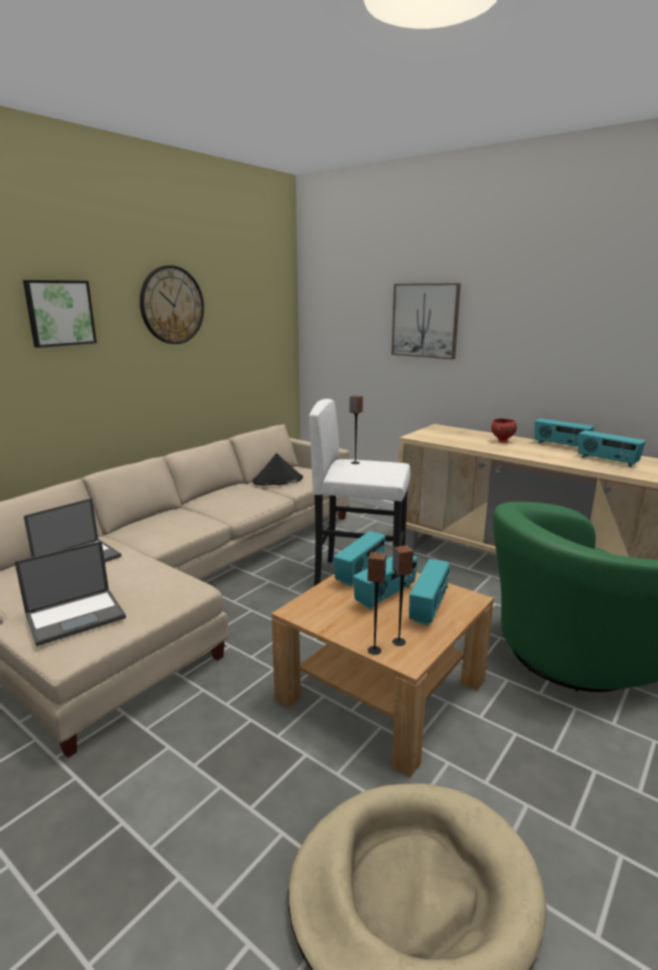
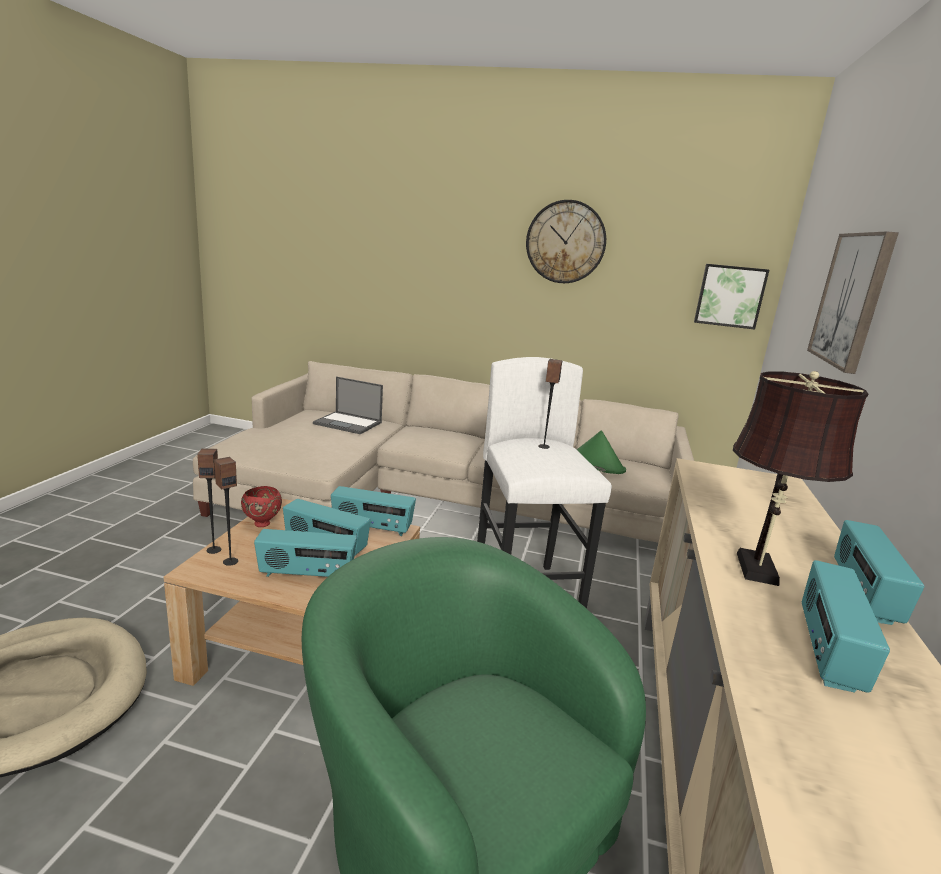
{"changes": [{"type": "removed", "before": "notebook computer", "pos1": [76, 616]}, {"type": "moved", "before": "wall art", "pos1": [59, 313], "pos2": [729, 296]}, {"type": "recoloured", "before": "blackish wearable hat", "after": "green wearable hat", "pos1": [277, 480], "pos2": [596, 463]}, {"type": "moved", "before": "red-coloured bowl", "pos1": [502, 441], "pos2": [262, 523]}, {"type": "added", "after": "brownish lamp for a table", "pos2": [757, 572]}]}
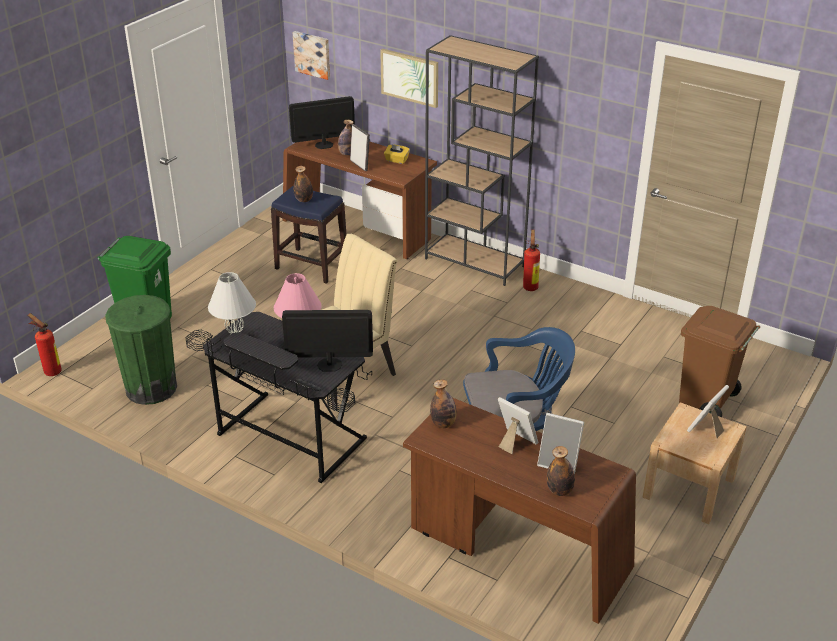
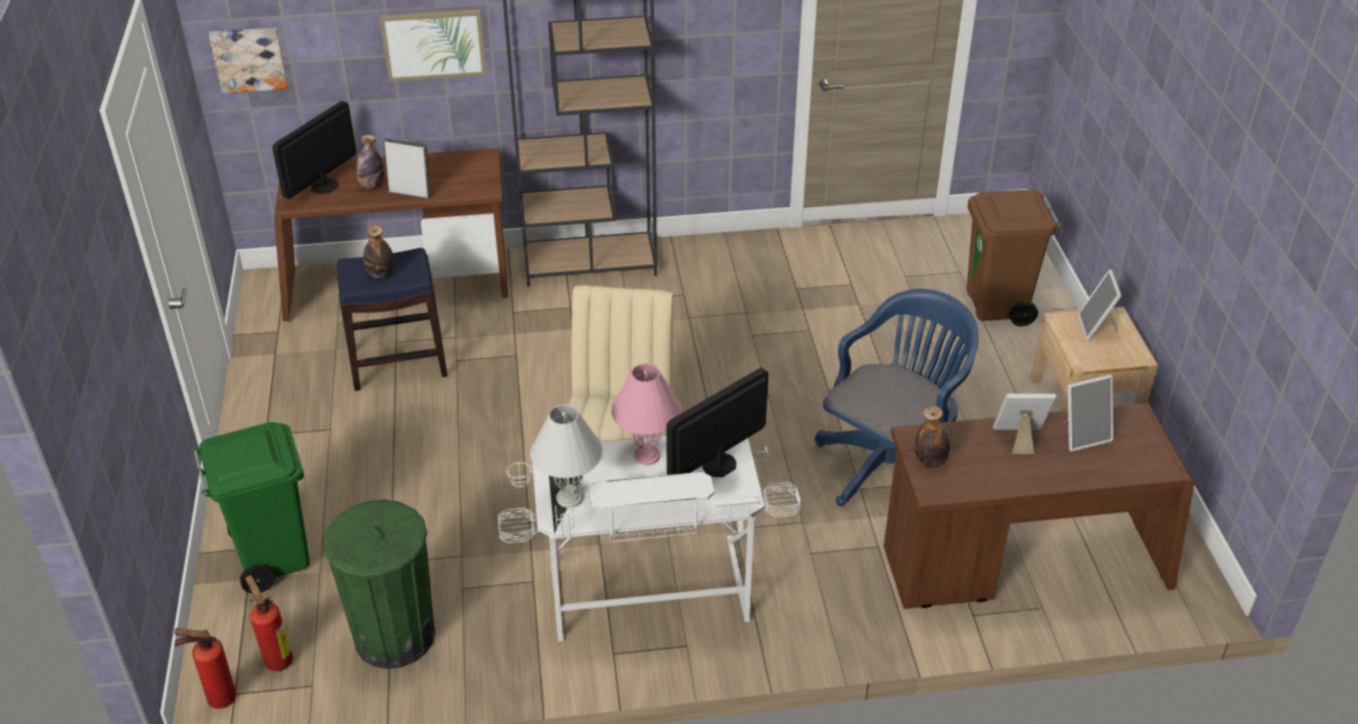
{"changes": [{"type": "recoloured", "before": "blackish desk", "after": "whitish desk", "pos1": [288, 439], "pos2": [648, 593]}, {"type": "removed", "before": "yellowish tissue holder", "pos1": [396, 160]}, {"type": "moved", "before": "extinguisher", "pos1": [530, 286], "pos2": [277, 659]}, {"type": "removed", "before": "bottle", "pos1": [559, 490]}]}
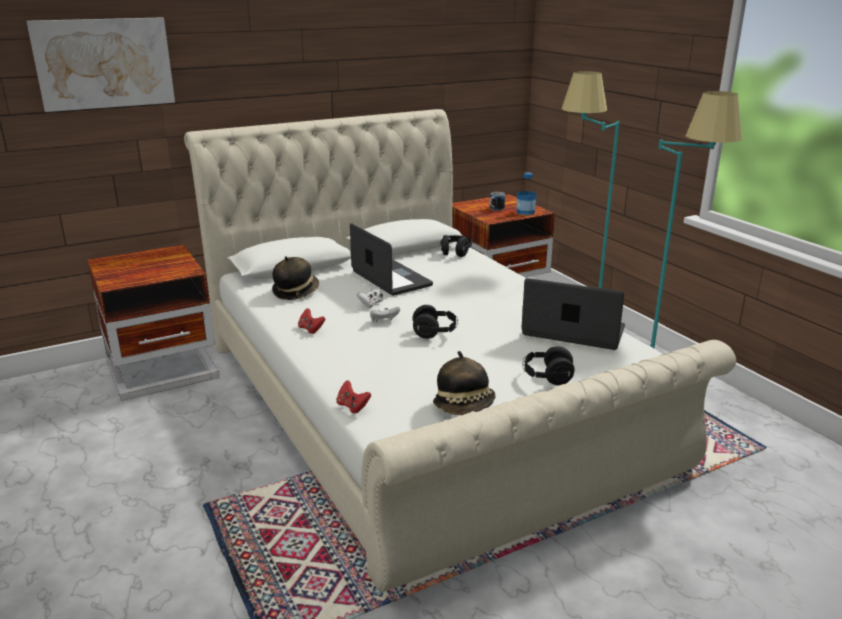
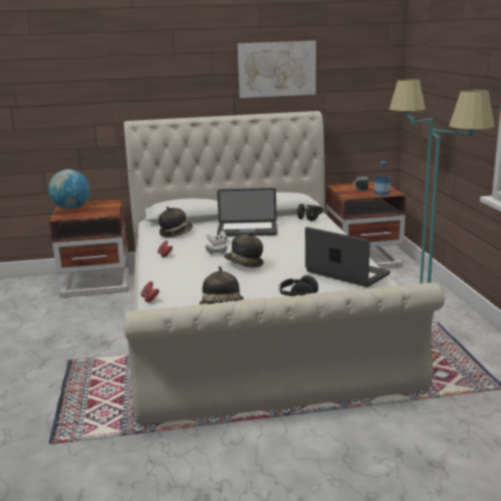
{"changes": [{"type": "moved", "before": "wall art", "pos1": [104, 63], "pos2": [276, 69]}, {"type": "turned", "before": "notebook computer", "pos1": [391, 279], "pos2": [247, 230], "turn": 105}, {"type": "replaced", "before": "blackish headset", "after": "wearable hat", "pos1": [435, 333], "pos2": [244, 264]}, {"type": "added", "after": "globe", "pos2": [71, 208]}]}
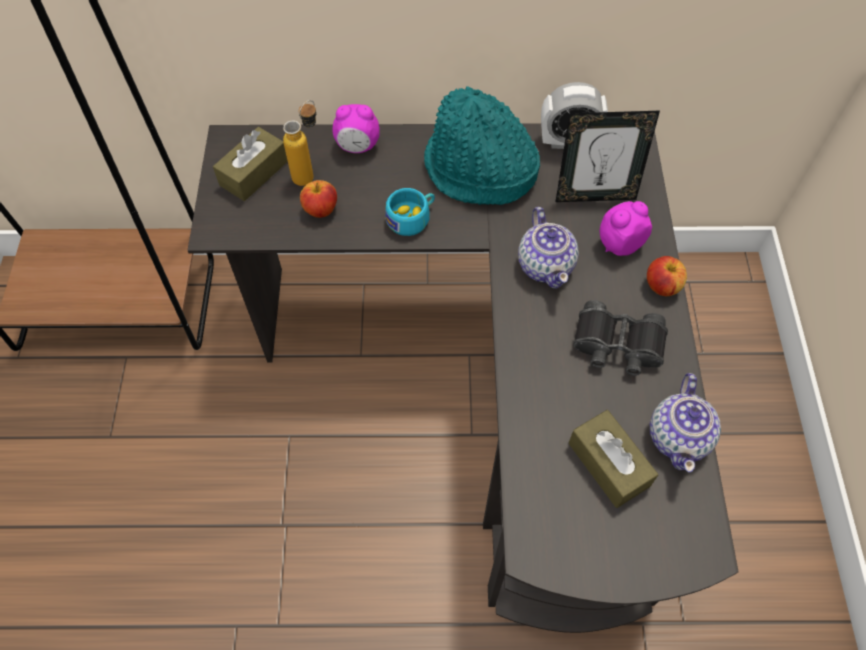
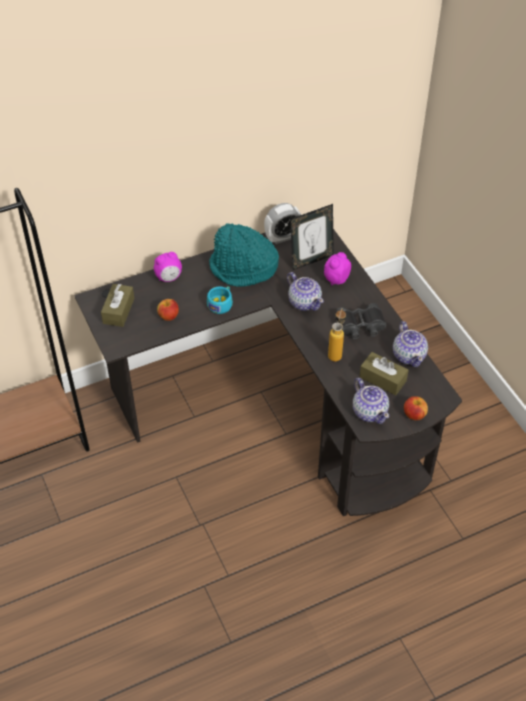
{"changes": [{"type": "moved", "before": "bottle", "pos1": [309, 173], "pos2": [336, 352]}, {"type": "moved", "before": "apple", "pos1": [661, 286], "pos2": [414, 415]}, {"type": "added", "after": "pot for tea", "pos2": [369, 411]}]}
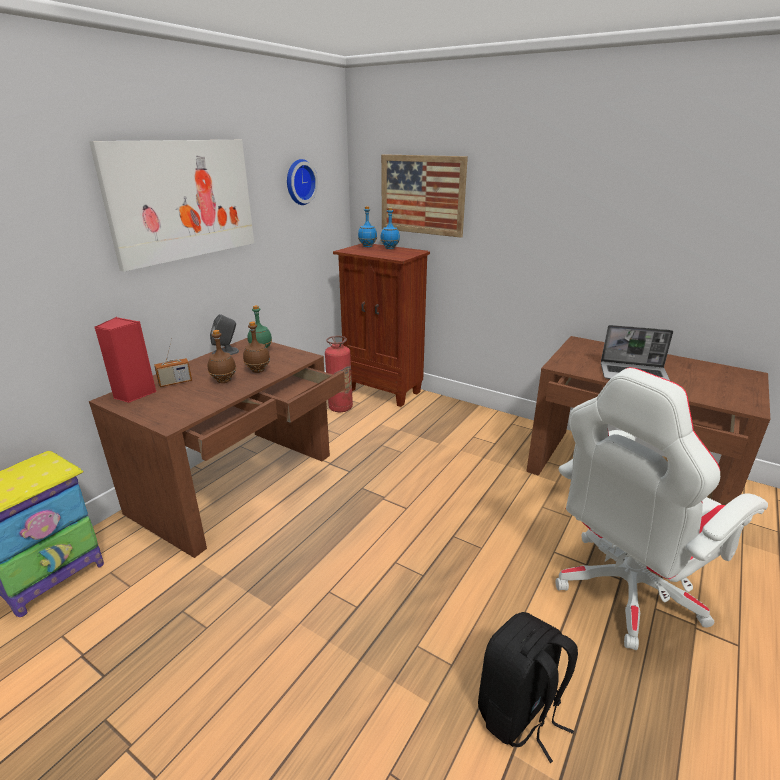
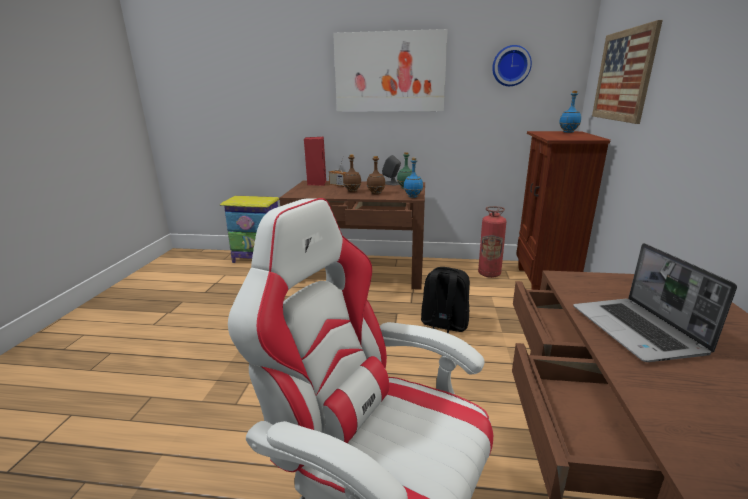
{"changes": [{"type": "moved", "before": "blue-coloured bottle", "pos1": [390, 248], "pos2": [413, 197]}, {"type": "moved", "before": "blackish rucksack", "pos1": [520, 713], "pos2": [443, 326]}]}
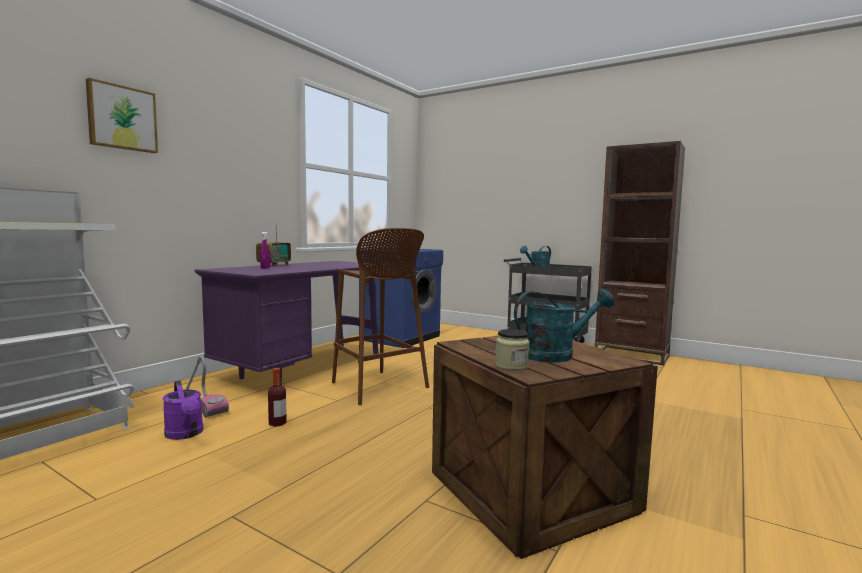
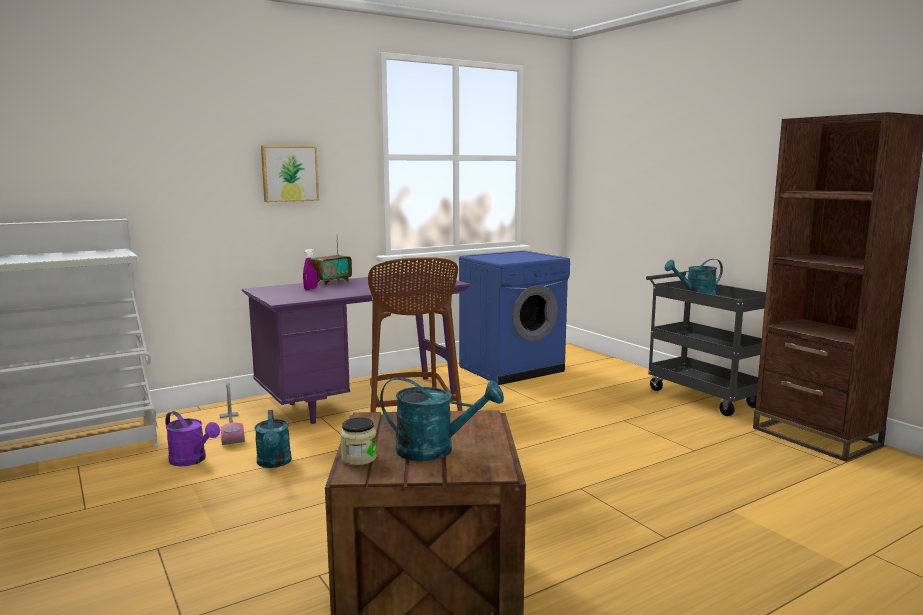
{"changes": [{"type": "moved", "before": "wall art", "pos1": [122, 118], "pos2": [289, 173]}, {"type": "turned", "before": "purple watering can", "pos1": [185, 434], "pos2": [192, 460], "turn": -45}, {"type": "replaced", "before": "bottle", "after": "turquoise-coloured watering can", "pos1": [277, 423], "pos2": [274, 463]}]}
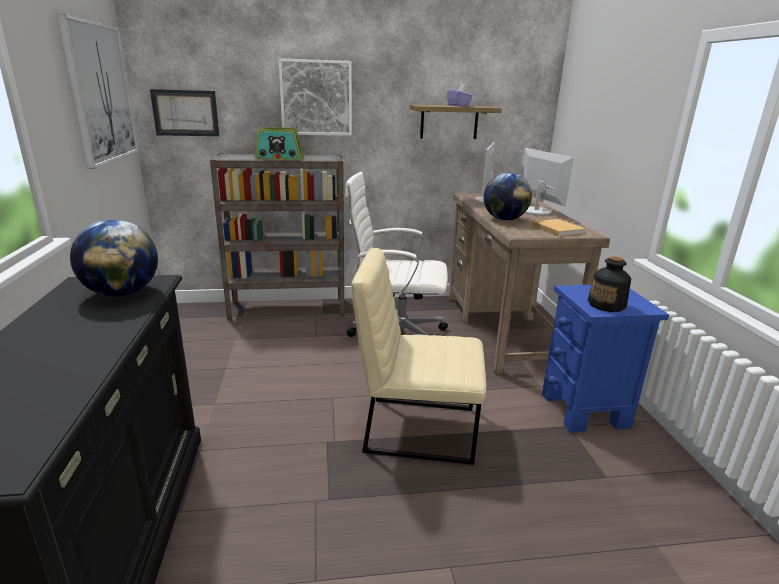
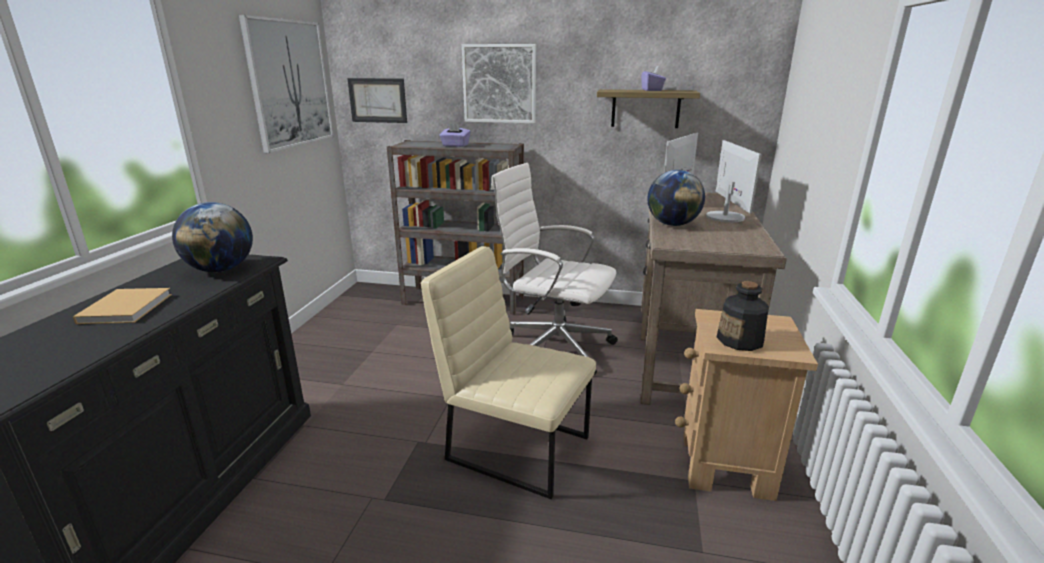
{"changes": [{"type": "replaced", "before": "radio set", "after": "purple tissue holder", "pos1": [279, 157], "pos2": [455, 145]}, {"type": "moved", "before": "beige volume", "pos1": [556, 229], "pos2": [127, 307]}, {"type": "recoloured", "before": "blue-coloured night table", "after": "beige night table", "pos1": [583, 411], "pos2": [724, 466]}]}
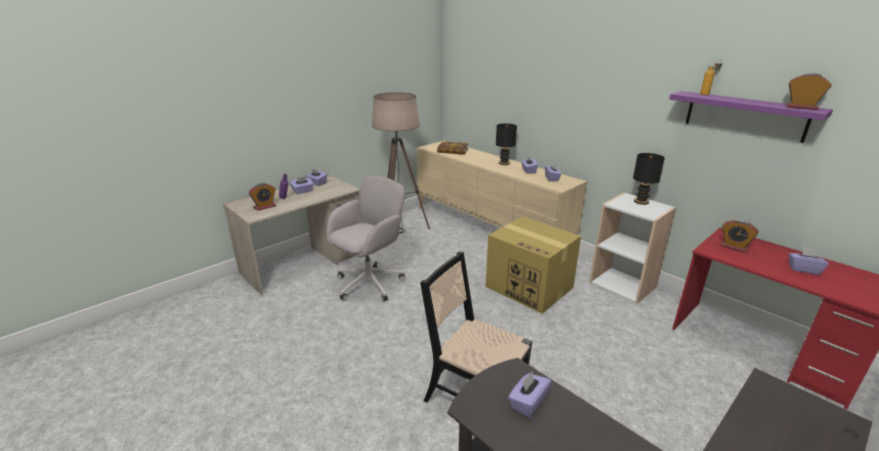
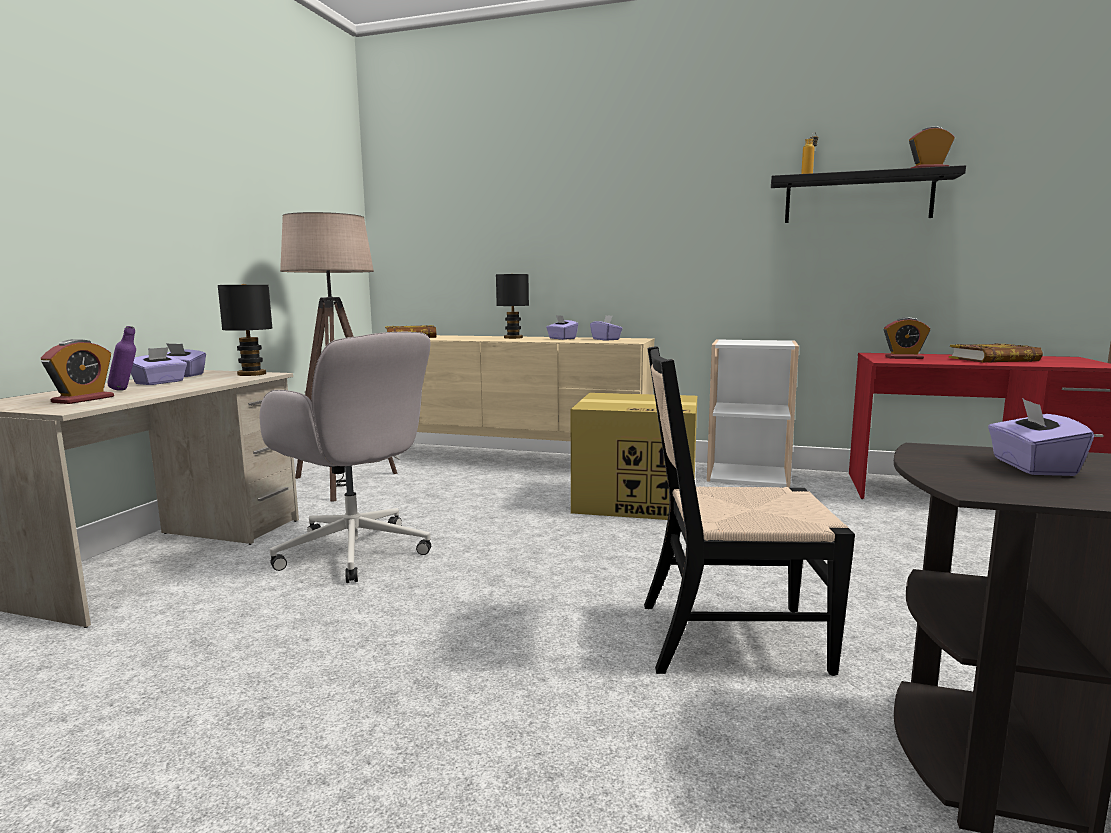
{"changes": [{"type": "turned", "before": "greyish desk chair", "pos1": [370, 284], "pos2": [355, 553], "turn": 120}, {"type": "moved", "before": "blackish lamp for a table", "pos1": [640, 201], "pos2": [251, 374]}, {"type": "recoloured", "before": "purple bracket shelf", "after": "blackish bracket shelf", "pos1": [745, 116], "pos2": [858, 198]}, {"type": "replaced", "before": "purple tissue holder", "after": "volume", "pos1": [803, 269], "pos2": [994, 359]}]}
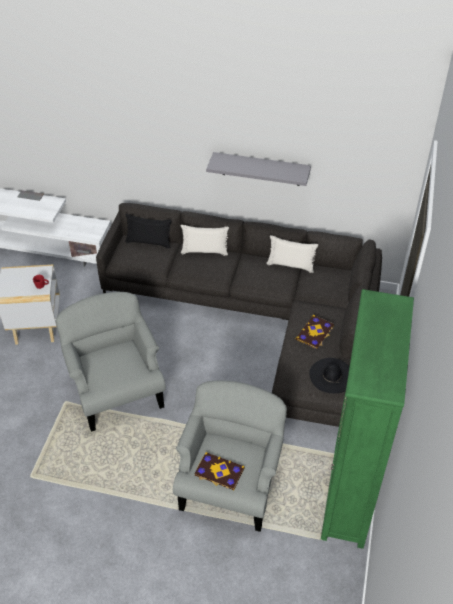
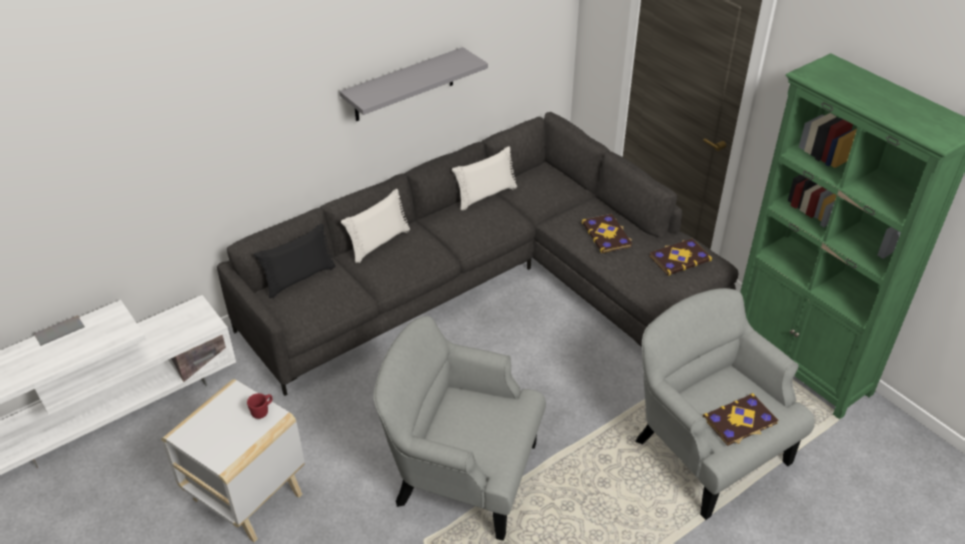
{"changes": [{"type": "replaced", "before": "blackish wearable hat", "after": "volume", "pos1": [331, 375], "pos2": [679, 258]}]}
